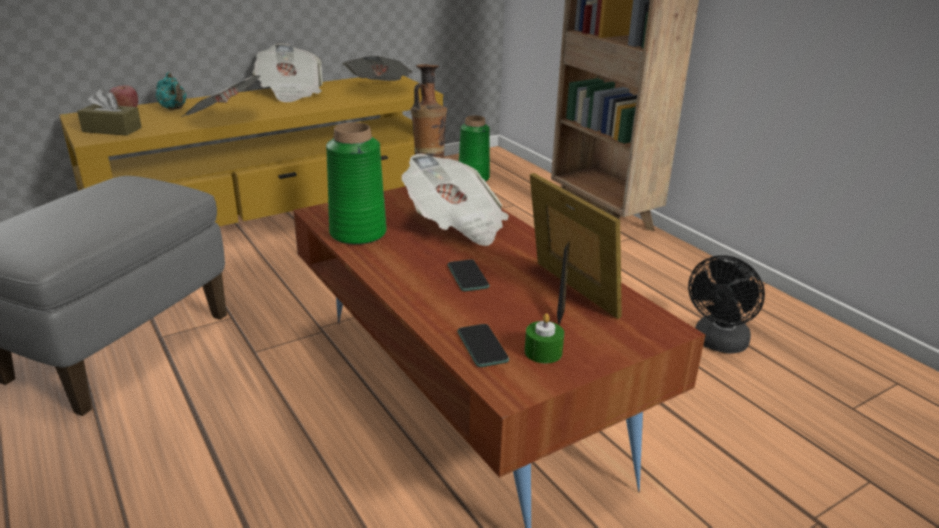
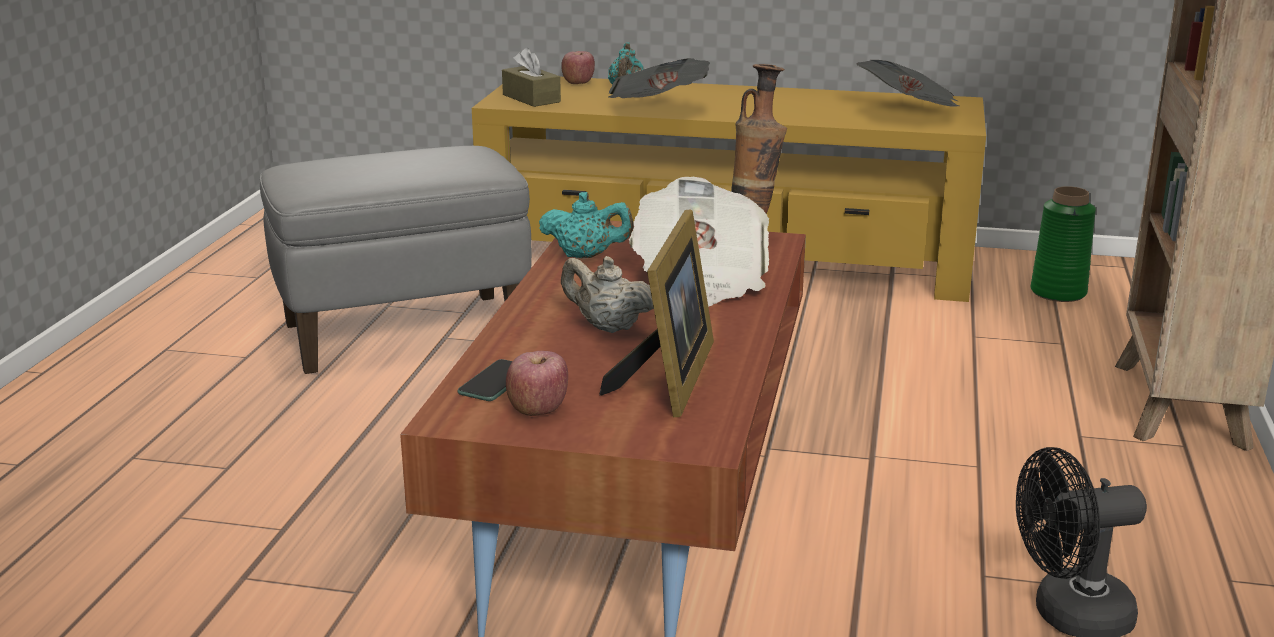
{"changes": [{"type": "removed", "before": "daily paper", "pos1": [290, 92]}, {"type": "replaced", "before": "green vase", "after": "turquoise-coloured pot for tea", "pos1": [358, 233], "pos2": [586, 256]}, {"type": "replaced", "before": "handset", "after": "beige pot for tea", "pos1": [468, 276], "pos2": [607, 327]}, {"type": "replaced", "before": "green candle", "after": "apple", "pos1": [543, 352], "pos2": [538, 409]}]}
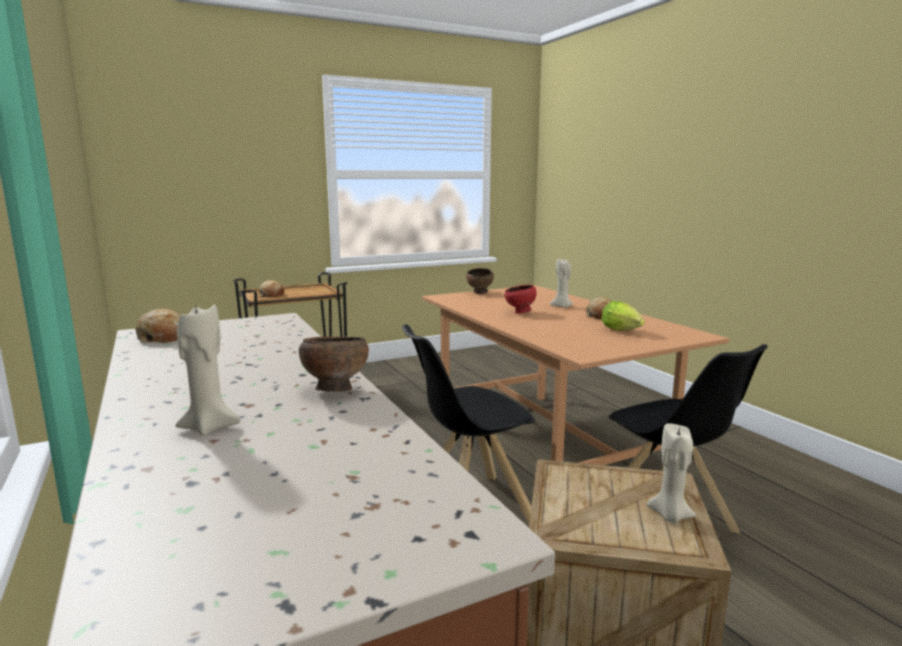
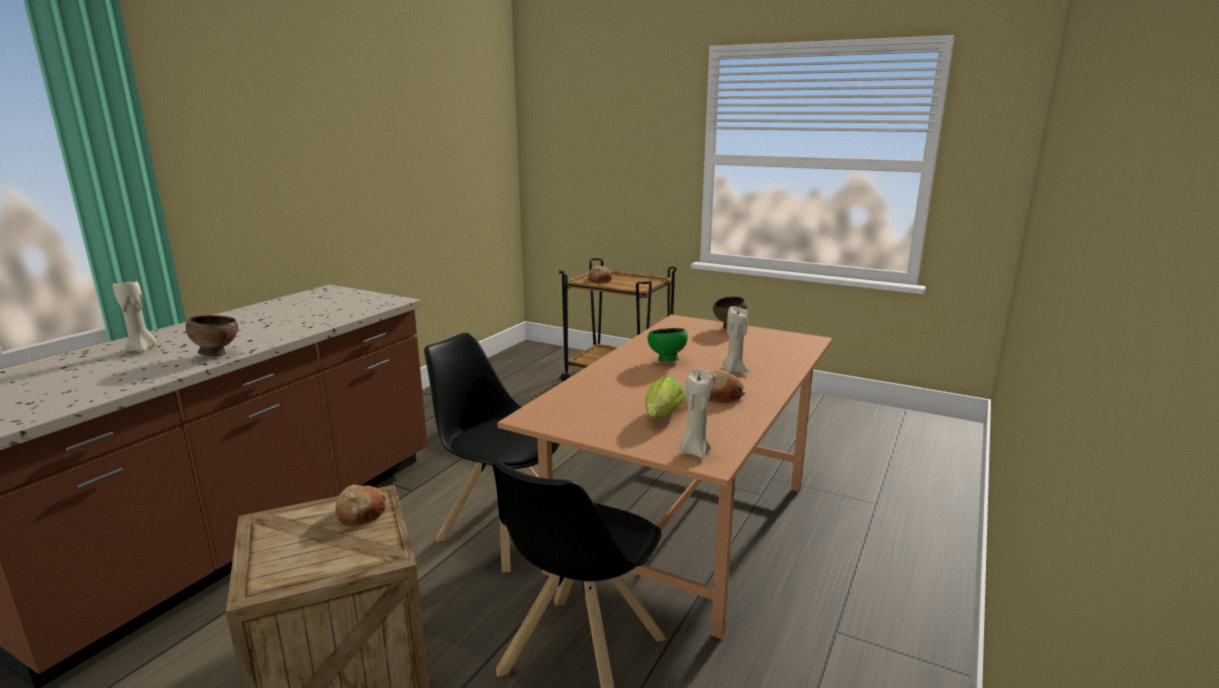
{"changes": [{"type": "moved", "before": "bread", "pos1": [163, 337], "pos2": [360, 513]}, {"type": "recoloured", "before": "red-coloured bowl", "after": "green bowl", "pos1": [520, 313], "pos2": [666, 361]}, {"type": "moved", "before": "beige candle", "pos1": [670, 515], "pos2": [694, 451]}]}
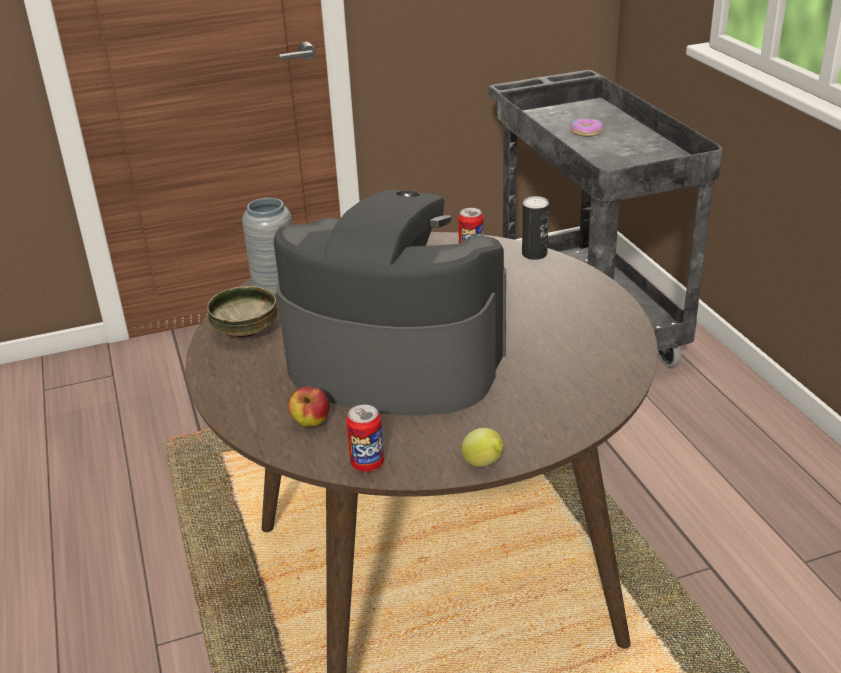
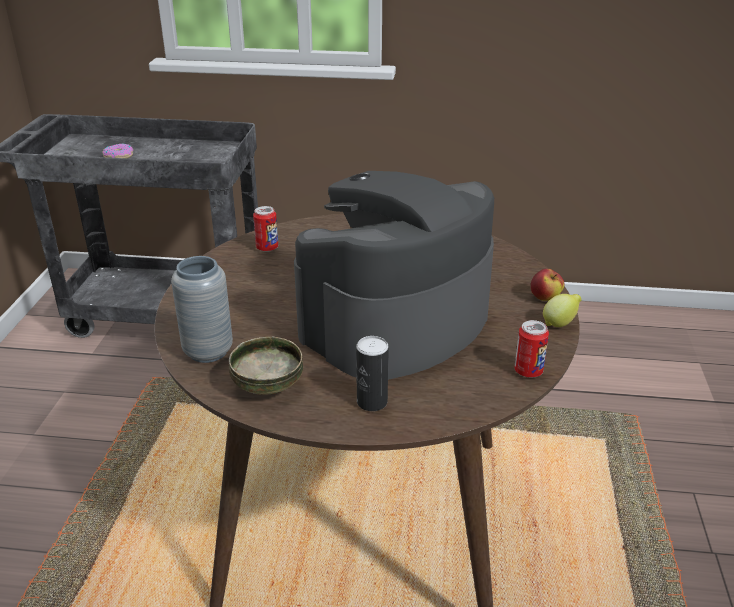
{"changes": [{"type": "moved", "before": "apple", "pos1": [311, 423], "pos2": [545, 298]}, {"type": "moved", "before": "can", "pos1": [534, 254], "pos2": [372, 402]}]}
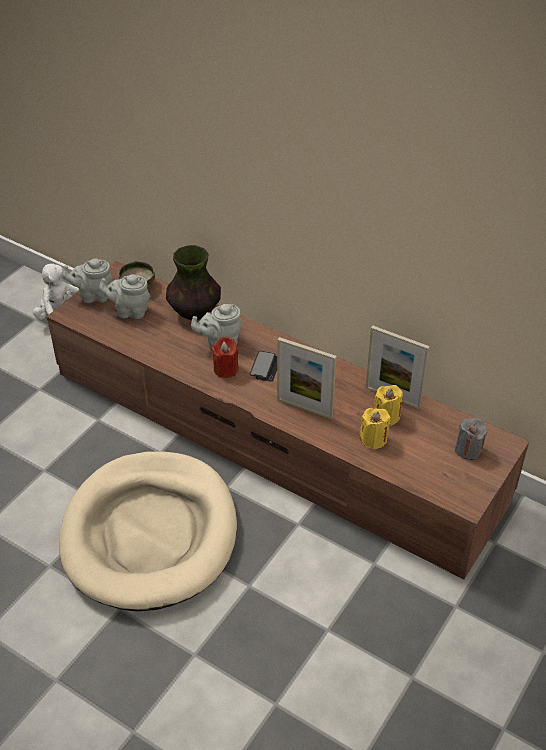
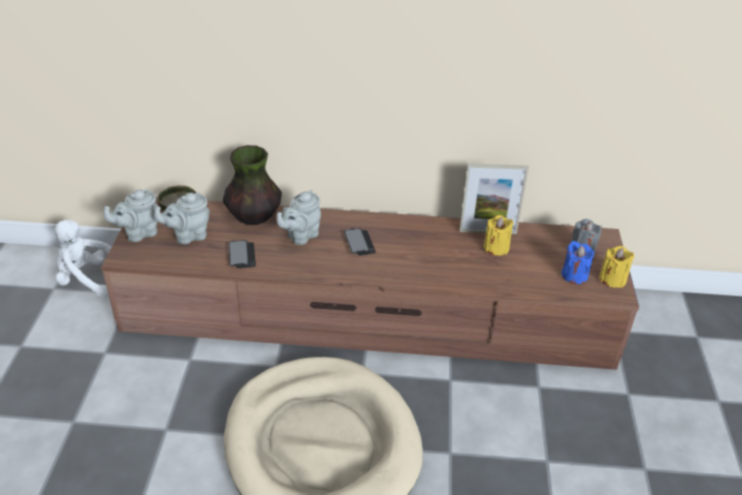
{"changes": [{"type": "removed", "before": "red-coloured candle", "pos1": [226, 369]}, {"type": "removed", "before": "picture frame", "pos1": [304, 408]}, {"type": "moved", "before": "yellowish candle", "pos1": [373, 439], "pos2": [612, 279]}, {"type": "added", "after": "handset", "pos2": [242, 255]}, {"type": "added", "after": "blue-coloured candle", "pos2": [574, 275]}]}
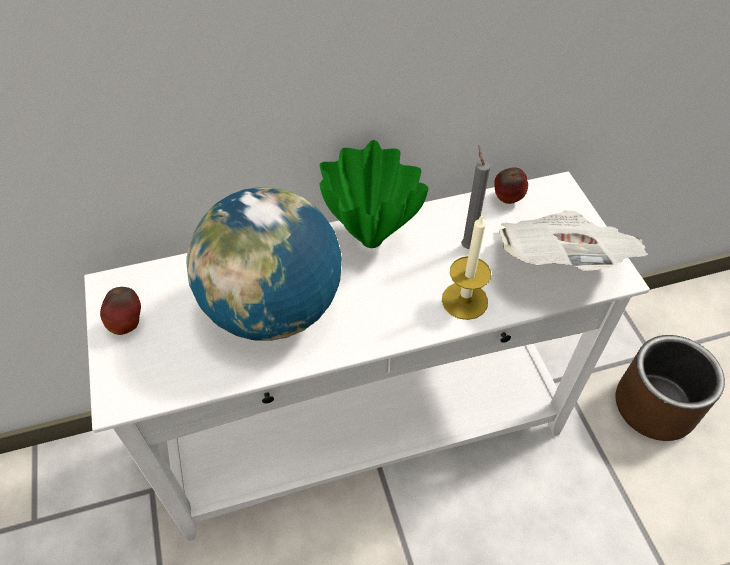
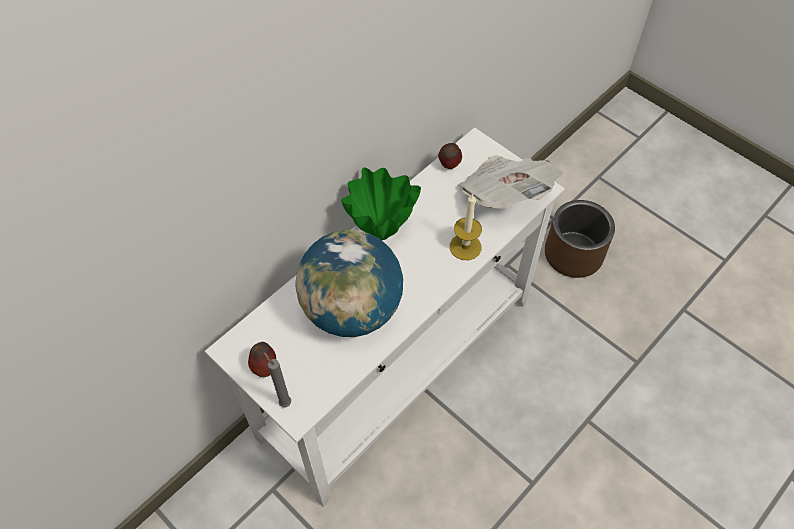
{"changes": [{"type": "moved", "before": "greyish candle", "pos1": [467, 245], "pos2": [284, 402]}]}
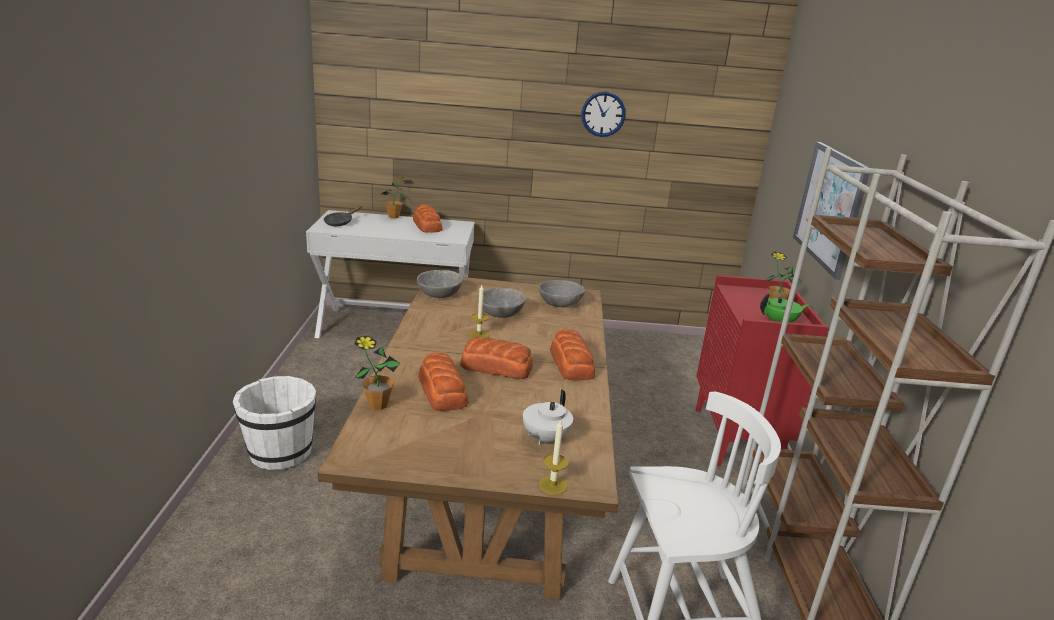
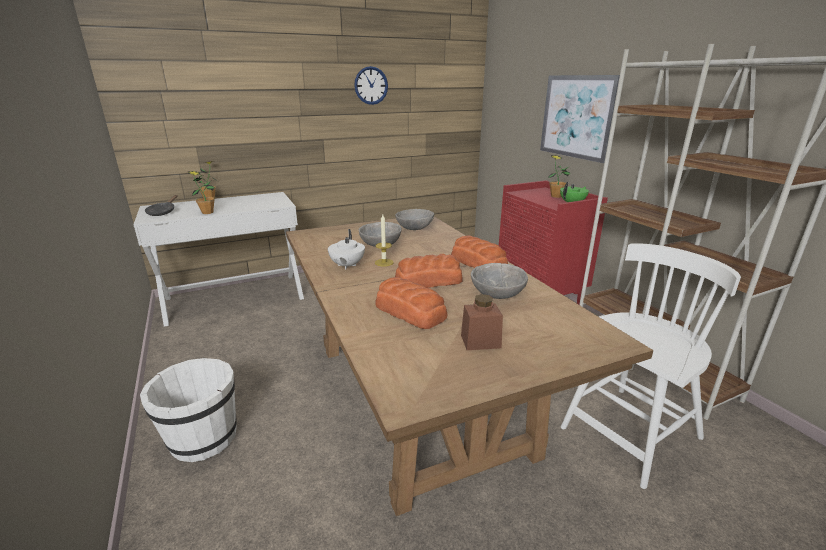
{"changes": [{"type": "moved", "before": "houseplant", "pos1": [378, 405], "pos2": [207, 212]}, {"type": "removed", "before": "bread", "pos1": [427, 226]}, {"type": "moved", "before": "greyish bowl", "pos1": [440, 294], "pos2": [498, 293]}, {"type": "moved", "before": "whitish pot for tea", "pos1": [544, 438], "pos2": [347, 266]}, {"type": "removed", "before": "candle", "pos1": [553, 485]}, {"type": "added", "after": "brownish preserve jar", "pos2": [480, 341]}]}
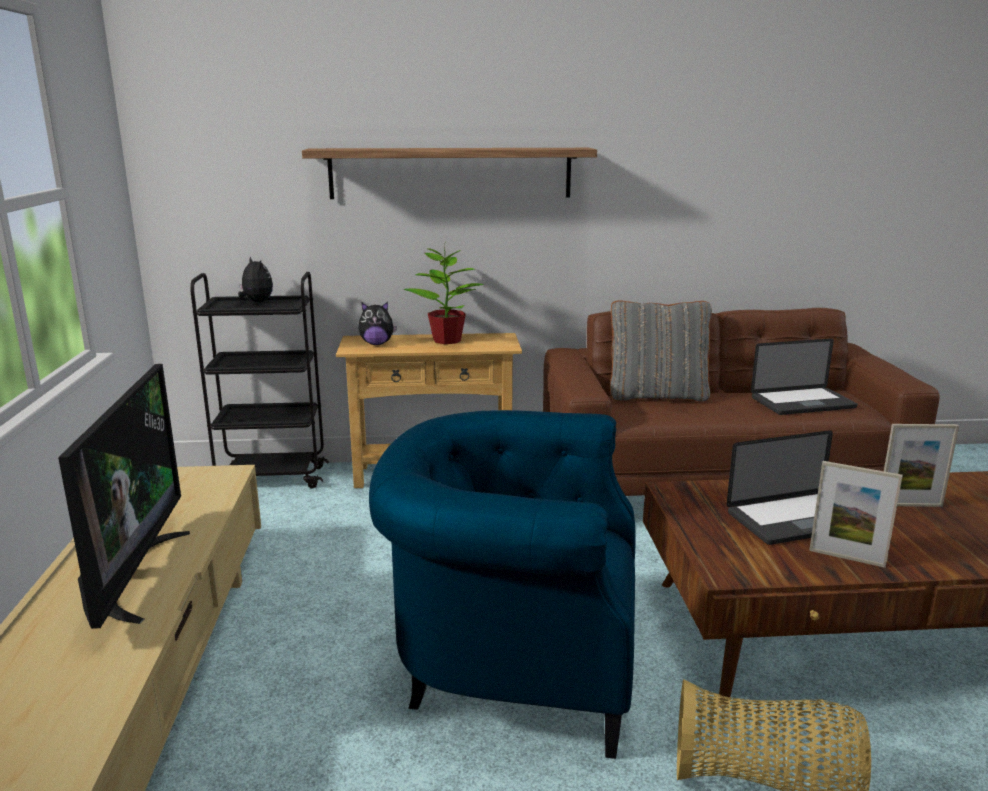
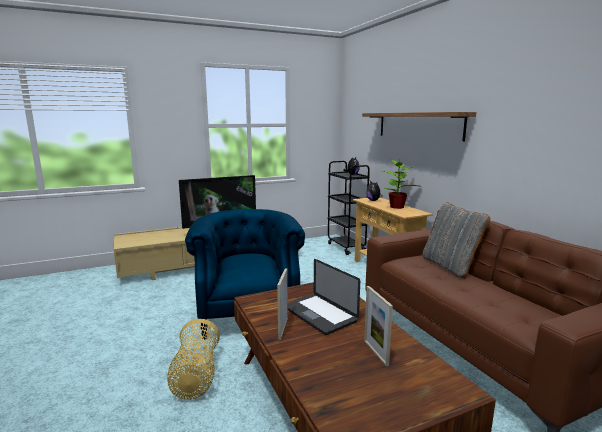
{"changes": [{"type": "removed", "before": "notebook computer", "pos1": [802, 403]}]}
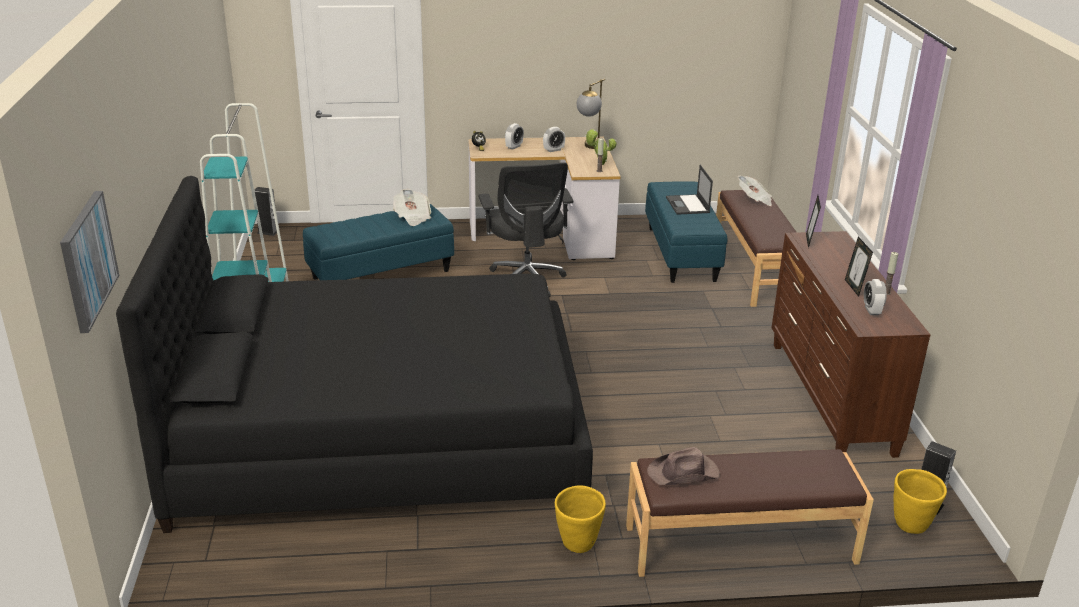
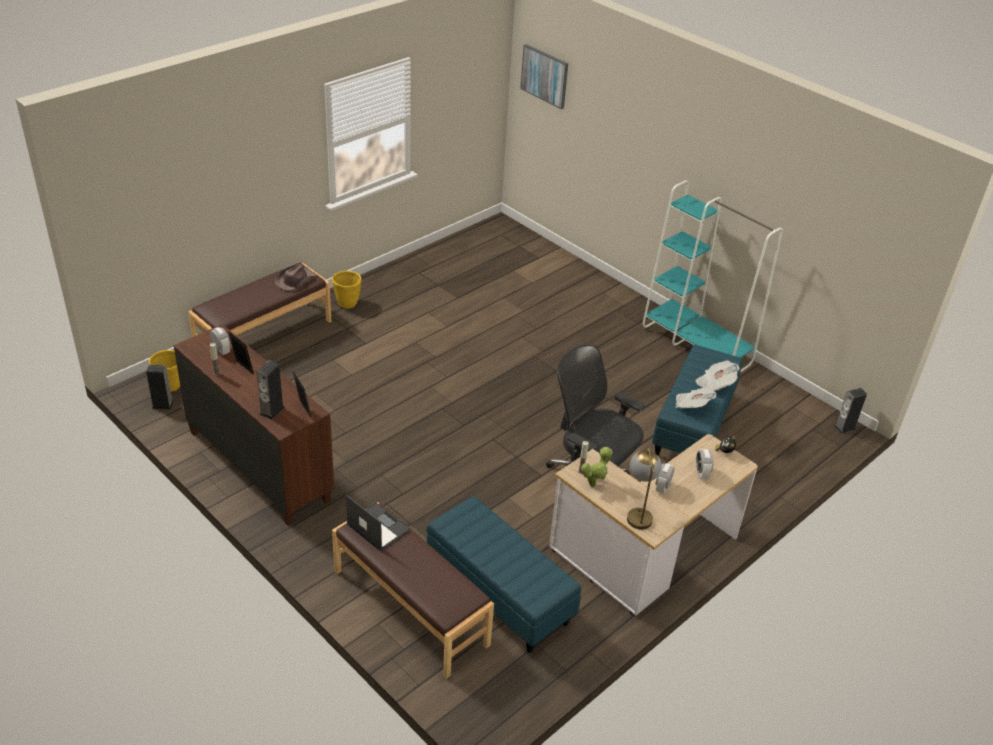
{"changes": [{"type": "removed", "before": "blackish sleeping bed", "pos1": [381, 435]}, {"type": "moved", "before": "notebook computer", "pos1": [688, 205], "pos2": [377, 527]}, {"type": "moved", "before": "daily paper", "pos1": [754, 200], "pos2": [715, 384]}, {"type": "added", "after": "loudspeaker", "pos2": [272, 410]}]}
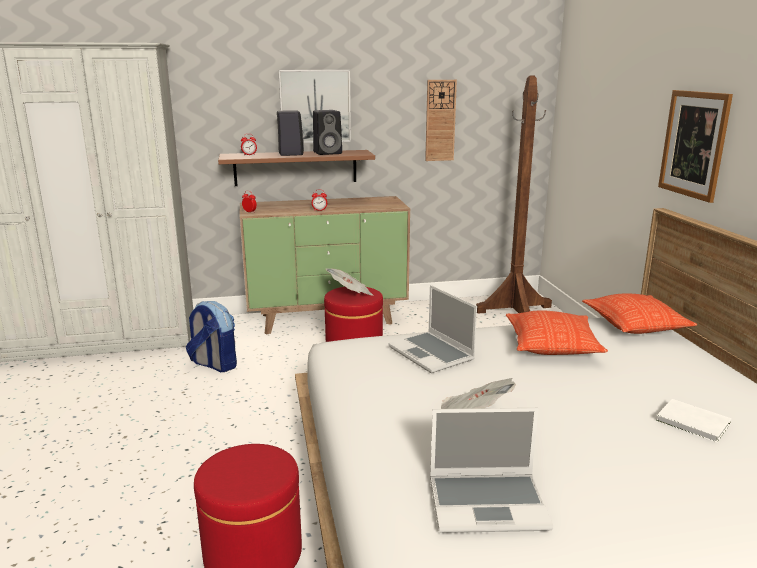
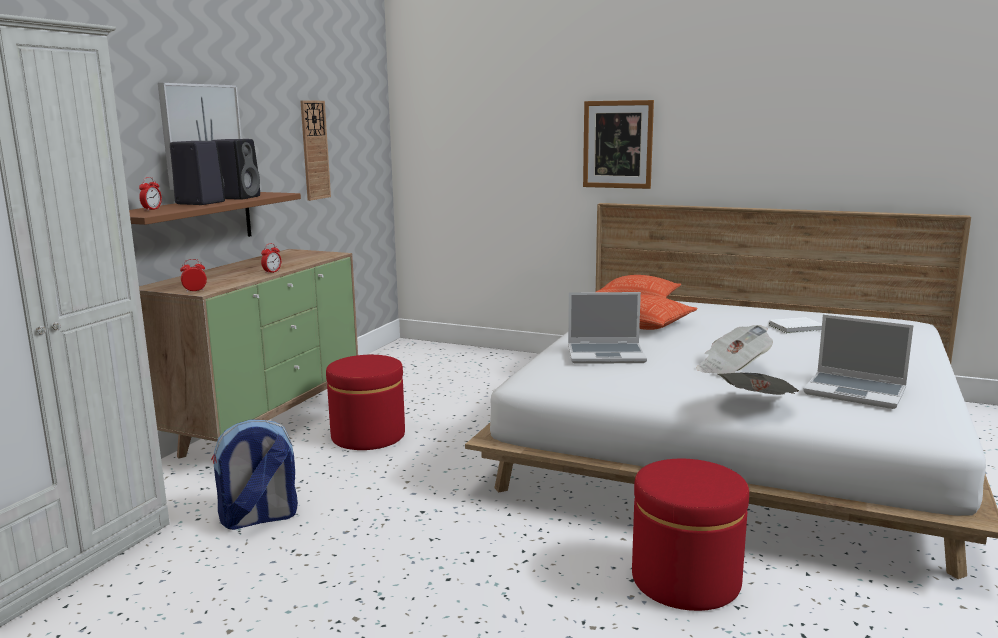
{"changes": [{"type": "moved", "before": "daily paper", "pos1": [350, 293], "pos2": [758, 404]}, {"type": "turned", "before": "notebook computer", "pos1": [489, 503], "pos2": [856, 392], "turn": 90}, {"type": "removed", "before": "brownish garment rack", "pos1": [513, 309]}]}
